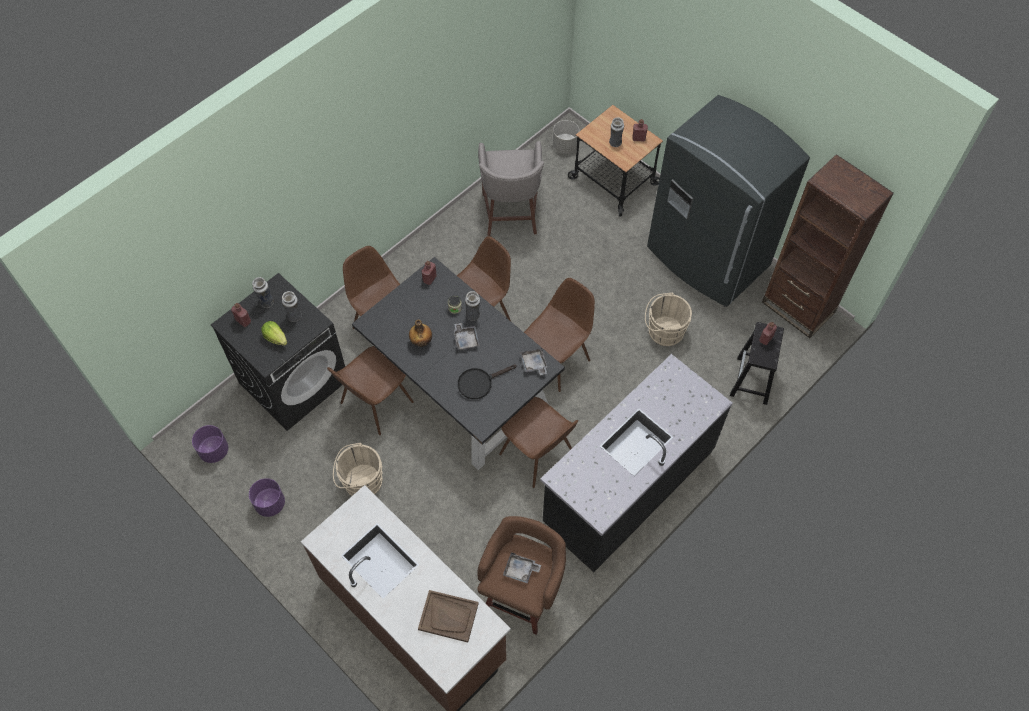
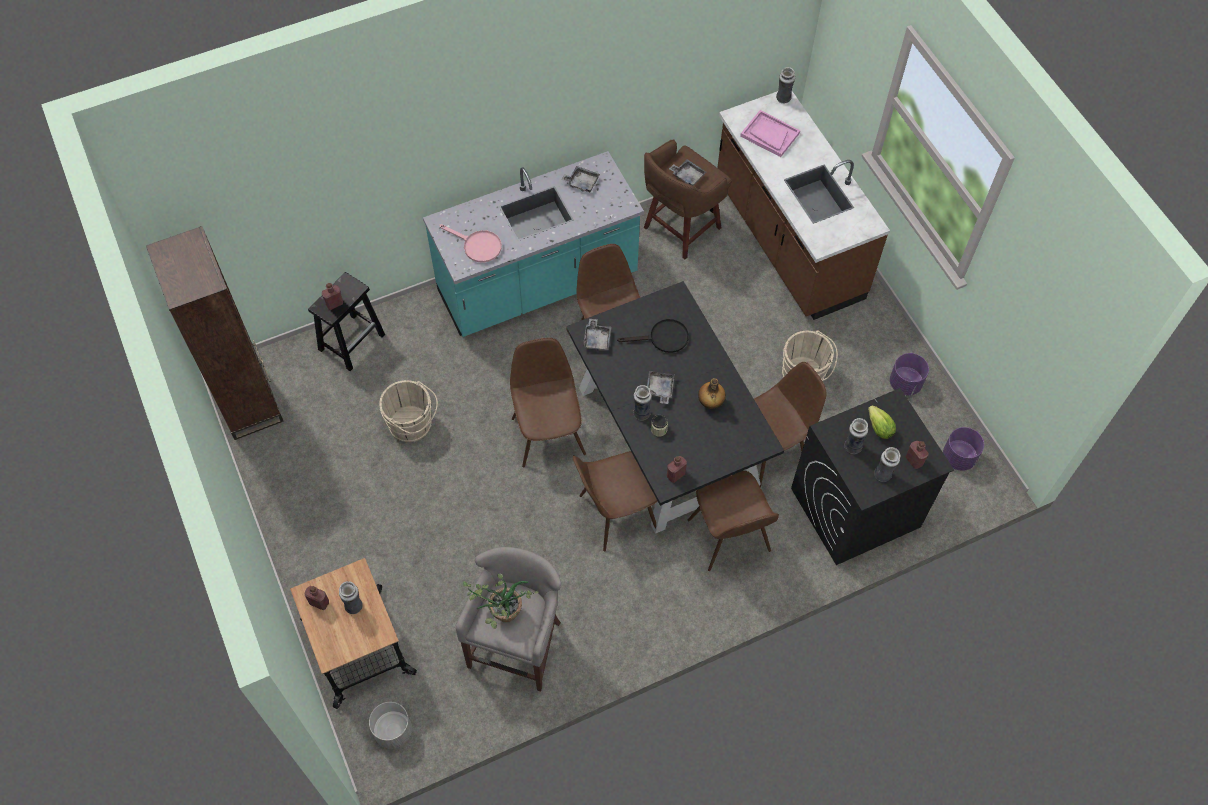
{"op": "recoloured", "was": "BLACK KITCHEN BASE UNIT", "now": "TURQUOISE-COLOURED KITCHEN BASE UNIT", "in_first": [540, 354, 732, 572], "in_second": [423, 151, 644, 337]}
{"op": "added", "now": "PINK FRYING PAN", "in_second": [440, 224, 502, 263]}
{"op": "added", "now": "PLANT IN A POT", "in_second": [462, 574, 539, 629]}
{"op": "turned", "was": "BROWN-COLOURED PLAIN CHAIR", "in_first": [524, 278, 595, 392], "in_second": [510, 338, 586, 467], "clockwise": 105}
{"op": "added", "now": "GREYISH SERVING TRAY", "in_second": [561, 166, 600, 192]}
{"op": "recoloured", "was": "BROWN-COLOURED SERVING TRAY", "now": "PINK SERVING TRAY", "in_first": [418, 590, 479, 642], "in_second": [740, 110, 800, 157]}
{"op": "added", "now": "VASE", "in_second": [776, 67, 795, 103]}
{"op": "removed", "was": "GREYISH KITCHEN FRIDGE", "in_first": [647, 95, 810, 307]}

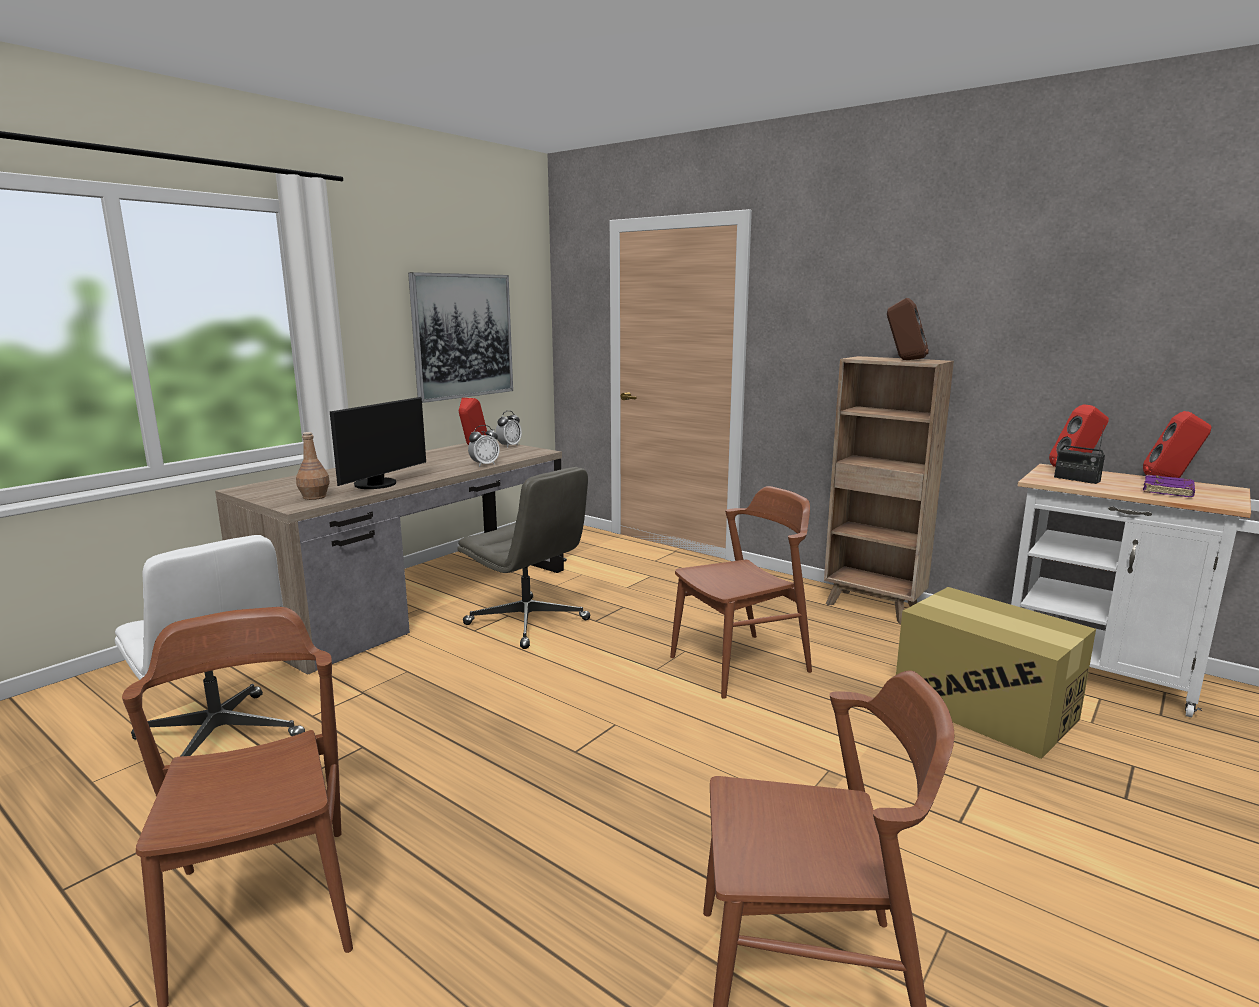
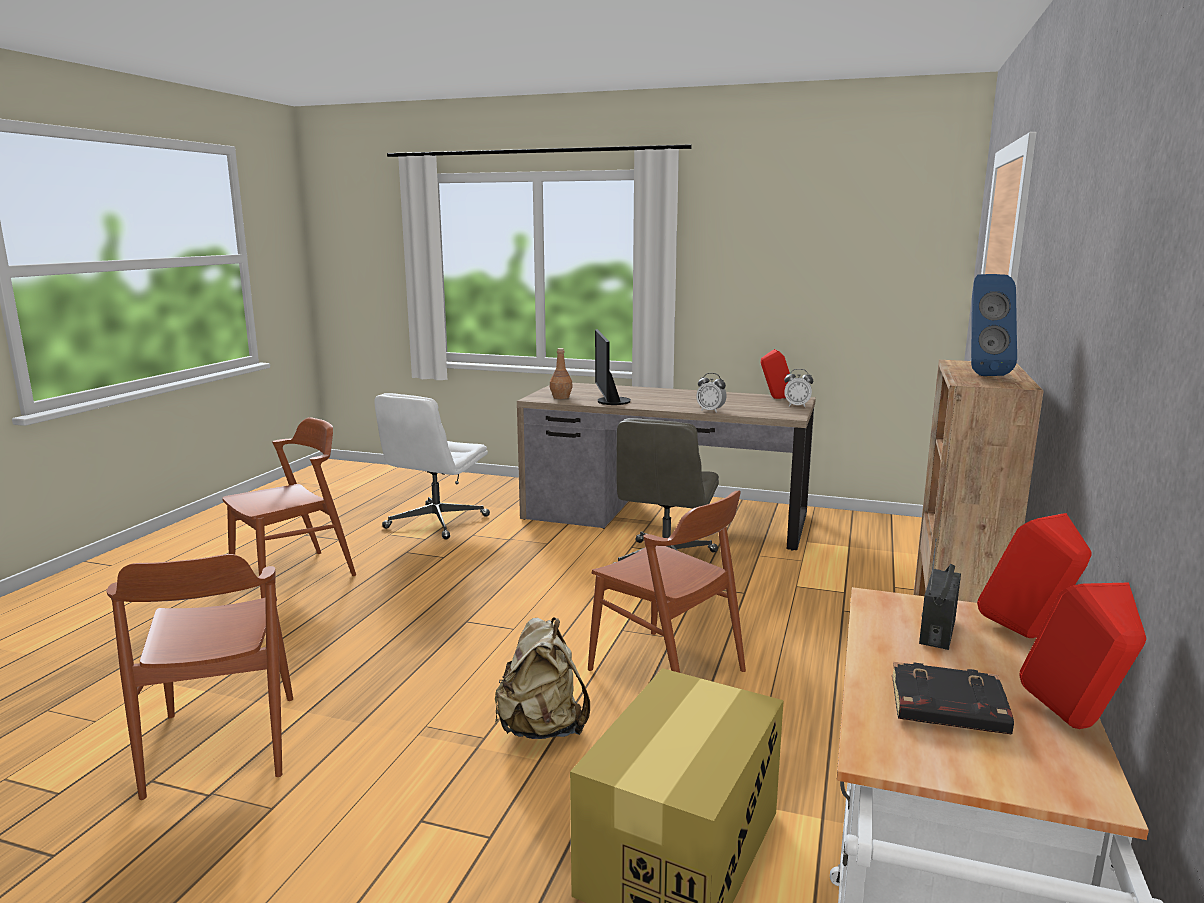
{"op": "added", "now": "SAND-COLOURED RUCKSACK", "in_second": [495, 617, 590, 739]}
{"op": "turned", "was": "COMPUTER SCREEN", "in_first": [330, 397, 426, 489], "in_second": [595, 329, 631, 405], "clockwise": 75}
{"op": "recoloured", "was": "PURPLE-COLOURED BOUND BOOK", "now": "BLACK BOUND BOOK", "in_first": [1143, 475, 1195, 497], "in_second": [892, 662, 1014, 734]}
{"op": "recoloured", "was": "BROWN-COLOURED SPEAKER", "now": "BLUE SPEAKER", "in_first": [887, 298, 929, 360], "in_second": [971, 274, 1017, 376]}
{"op": "removed", "was": "WALL ART", "in_first": [408, 272, 513, 403]}

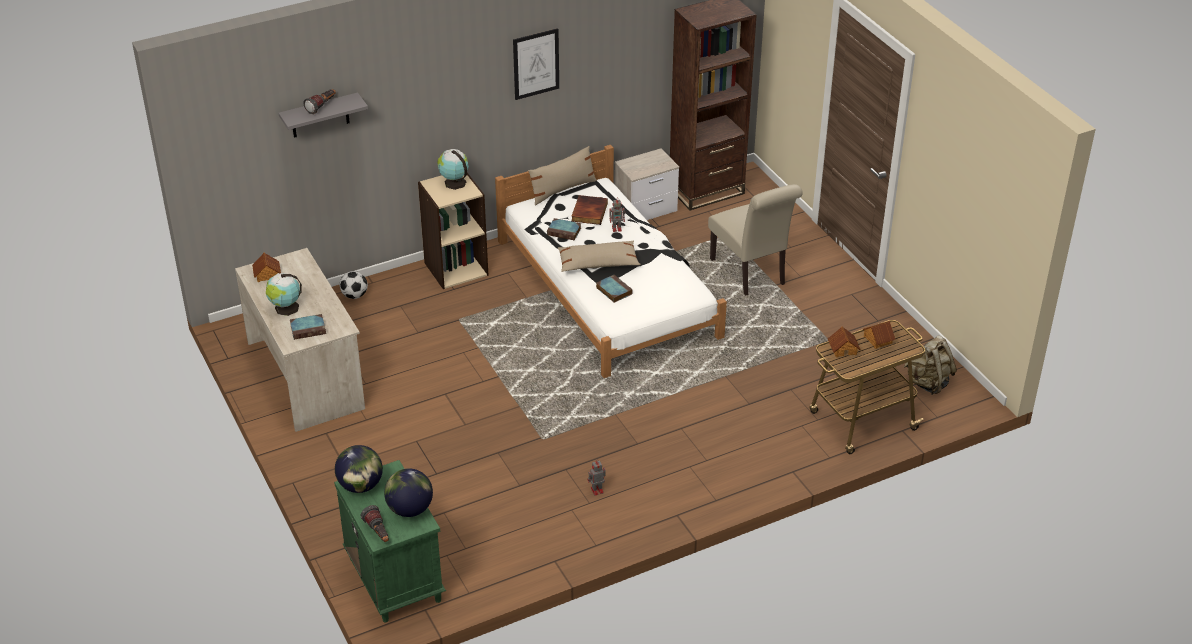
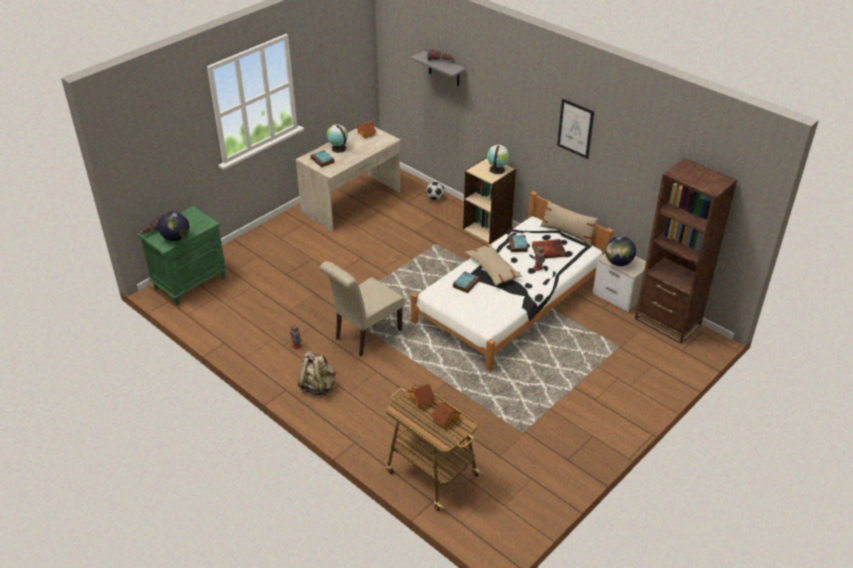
{"op": "moved", "was": "SAND-COLOURED RUCKSACK", "in_first": [904, 336, 957, 395], "in_second": [298, 351, 336, 395]}
{"op": "moved", "was": "SAND-COLOURED PLAIN CHAIR", "in_first": [708, 184, 803, 296], "in_second": [320, 261, 405, 356]}
{"op": "moved", "was": "WORLD GLOBE", "in_first": [335, 445, 383, 493], "in_second": [605, 236, 636, 266]}

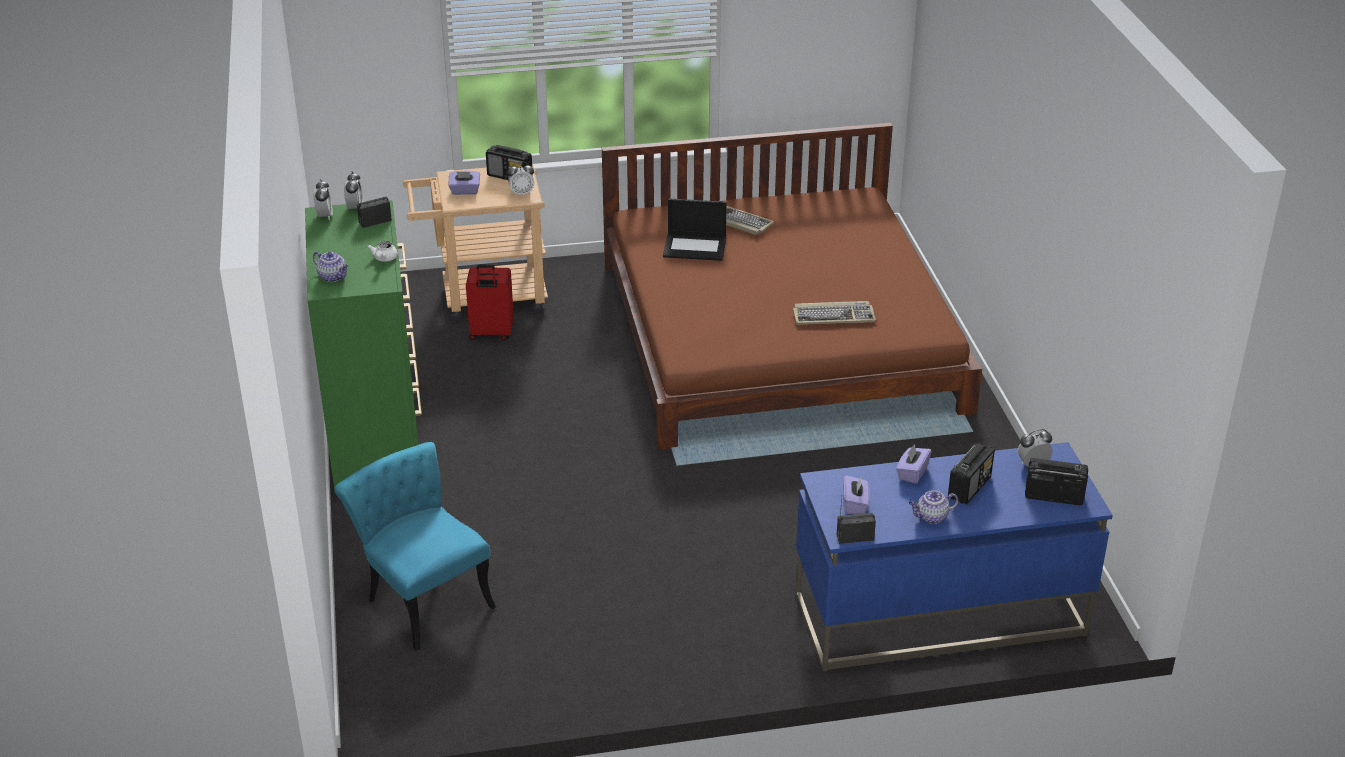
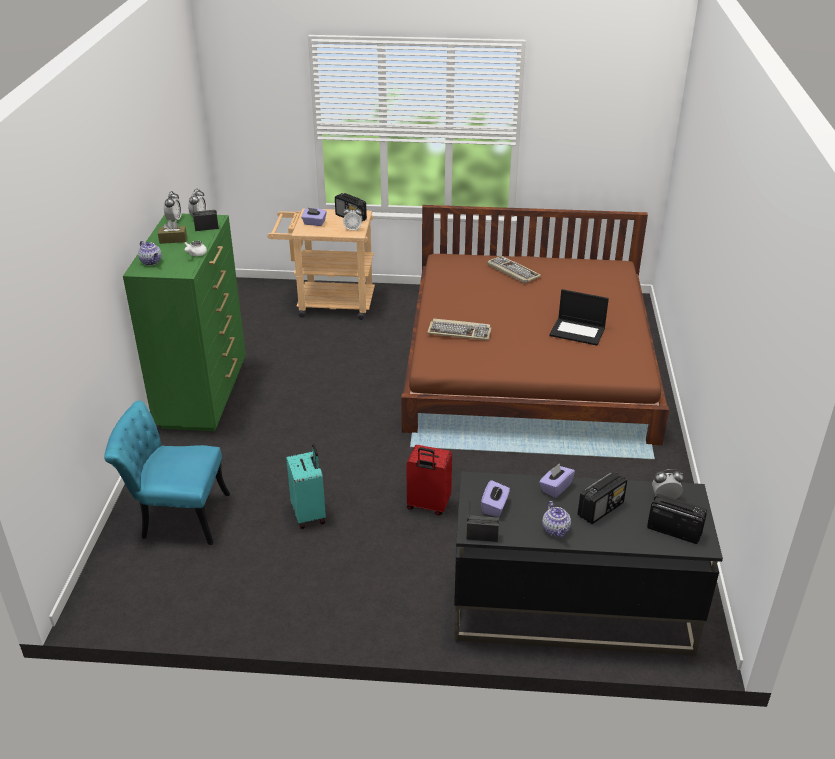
{"op": "turned", "was": "TURQUOISE-COLOURED PLAIN CHAIR", "in_first": [334, 442, 496, 651], "in_second": [104, 400, 230, 545], "clockwise": -60}
{"op": "added", "now": "BROWN-COLOURED BOX OF TISSUES", "in_second": [158, 220, 187, 244]}
{"op": "added", "now": "TURQUOISE-COLOURED TRAVEL CASE", "in_second": [286, 444, 326, 529]}
{"op": "moved", "was": "RED-COLOURED TRAVEL CASE", "in_first": [466, 265, 514, 340], "in_second": [406, 445, 452, 515]}
{"op": "moved", "was": "PC KEYBOARD", "in_first": [793, 301, 876, 325], "in_second": [427, 319, 491, 340]}
{"op": "recoloured", "was": "BLUE DESK TABLE", "now": "BLACK DESK TABLE", "in_first": [795, 442, 1113, 671], "in_second": [454, 471, 723, 656]}
{"op": "turned", "was": "TEAPOT", "in_first": [909, 490, 959, 524], "in_second": [542, 501, 571, 538], "clockwise": -105}
{"op": "moved", "was": "PORTABLE COMPUTER", "in_first": [663, 199, 727, 261], "in_second": [550, 289, 609, 346]}

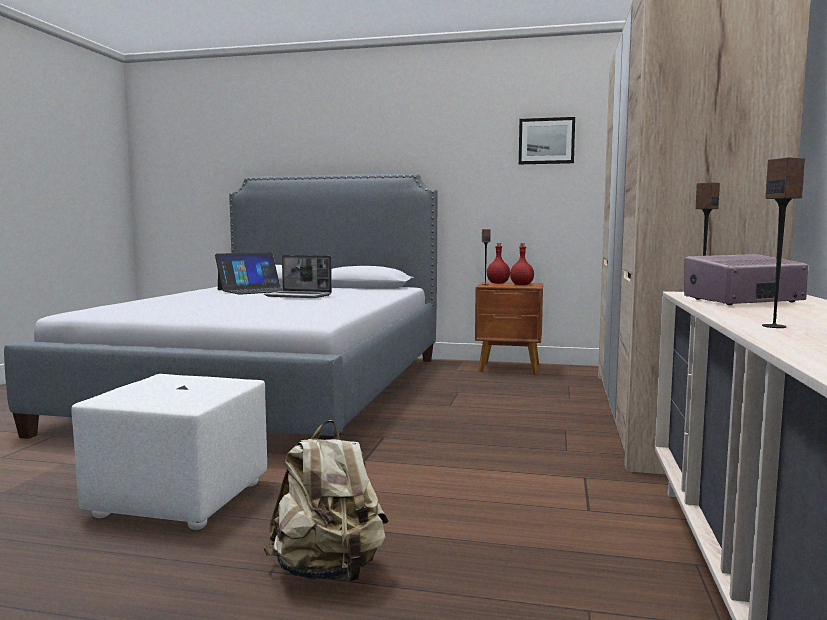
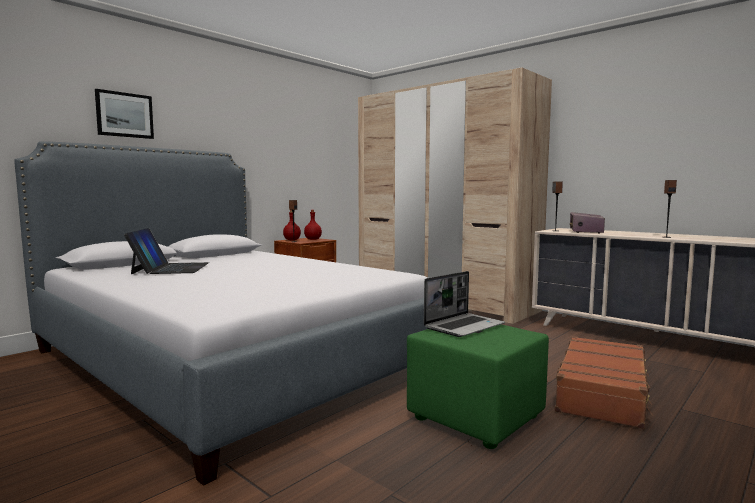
{"op": "moved", "was": "WALL ART", "in_first": [519, 117, 575, 164], "in_second": [95, 89, 154, 139]}
{"op": "recoloured", "was": "WHITISH POUFFE", "now": "GREENISH POUFFE", "in_first": [72, 374, 267, 530], "in_second": [407, 325, 549, 449]}
{"op": "moved", "was": "PORTABLE COMPUTER", "in_first": [264, 255, 332, 298], "in_second": [424, 271, 505, 337]}
{"op": "replaced", "was": "SAND-COLOURED RUCKSACK", "now": "BROWN-COLOURED TRAVEL CASE", "in_first": [264, 420, 388, 582], "in_second": [555, 336, 653, 429]}

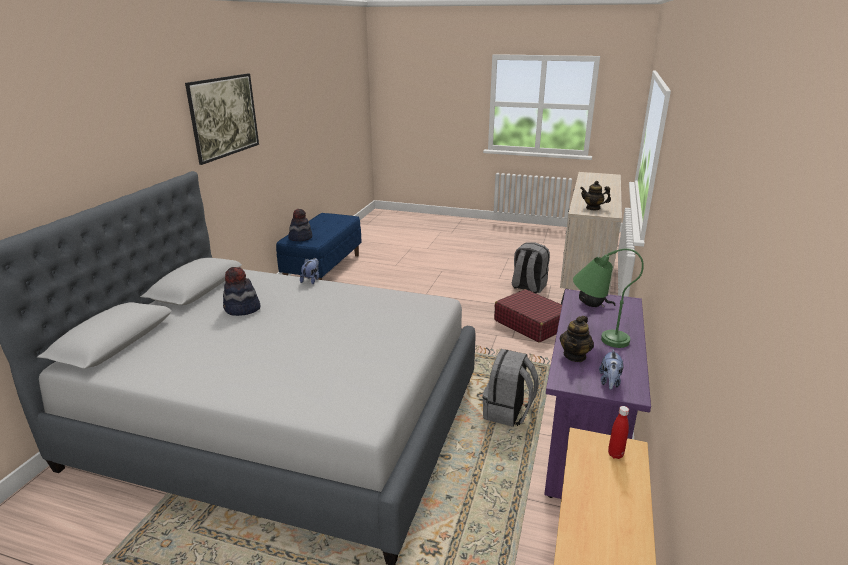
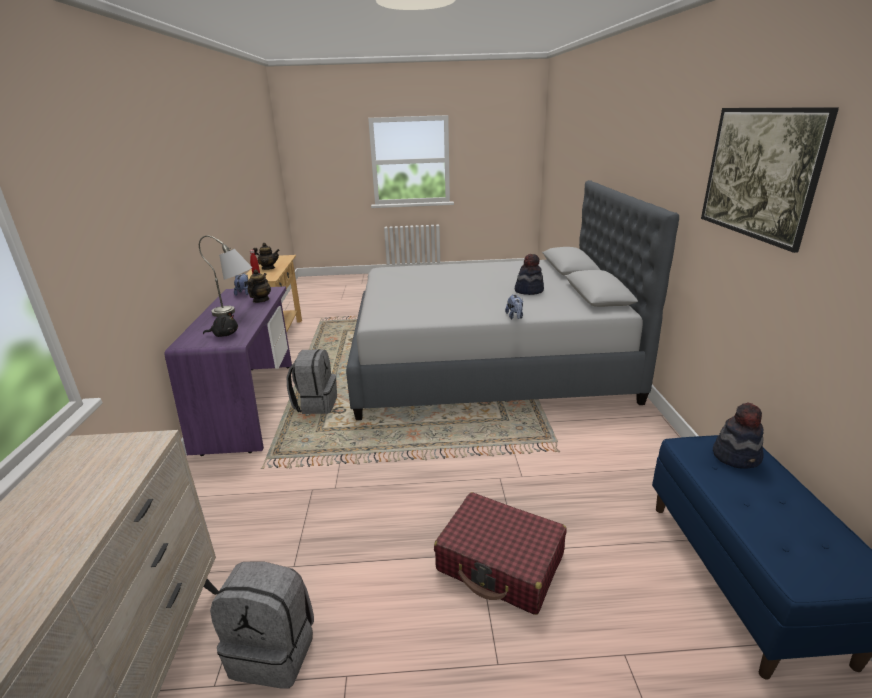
{"op": "recoloured", "was": "GREENISH LAMP FOR A TABLE", "now": "GREYISH LAMP FOR A TABLE", "in_first": [573, 248, 644, 348], "in_second": [199, 236, 253, 317]}
{"op": "moved", "was": "TEAPOT", "in_first": [581, 181, 611, 210], "in_second": [252, 243, 280, 270]}
{"op": "moved", "was": "RED-COLOURED TRAVEL CASE", "in_first": [494, 289, 562, 343], "in_second": [434, 492, 567, 615]}

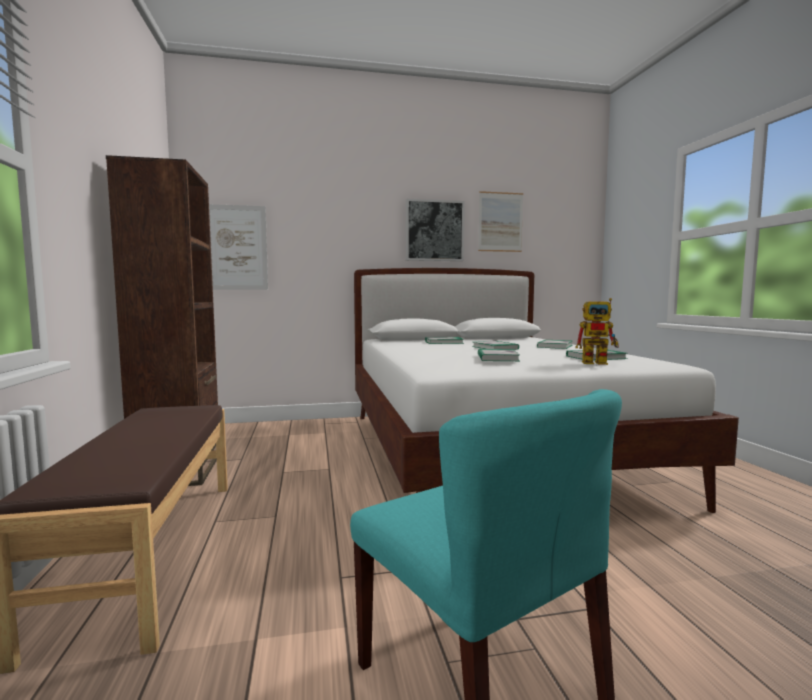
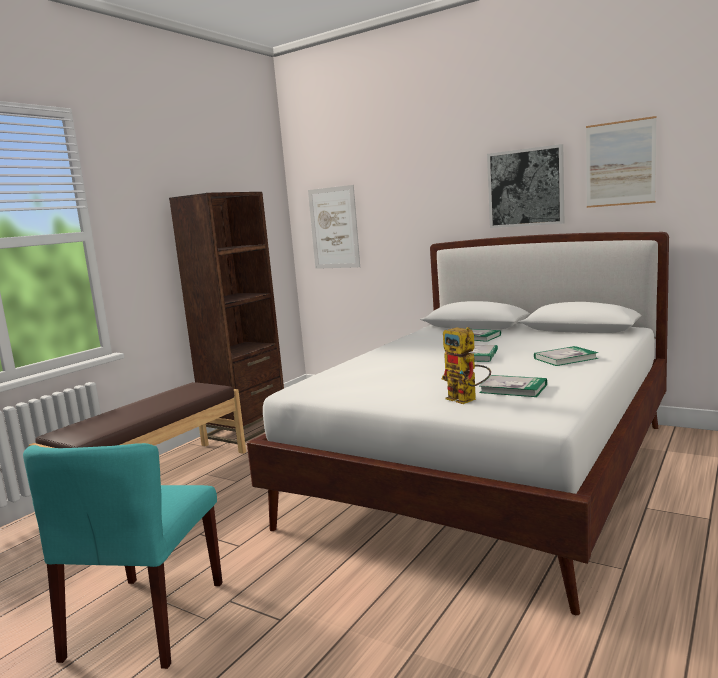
{"op": "removed", "was": "BOUND BOOK", "in_first": [478, 349, 520, 361]}

